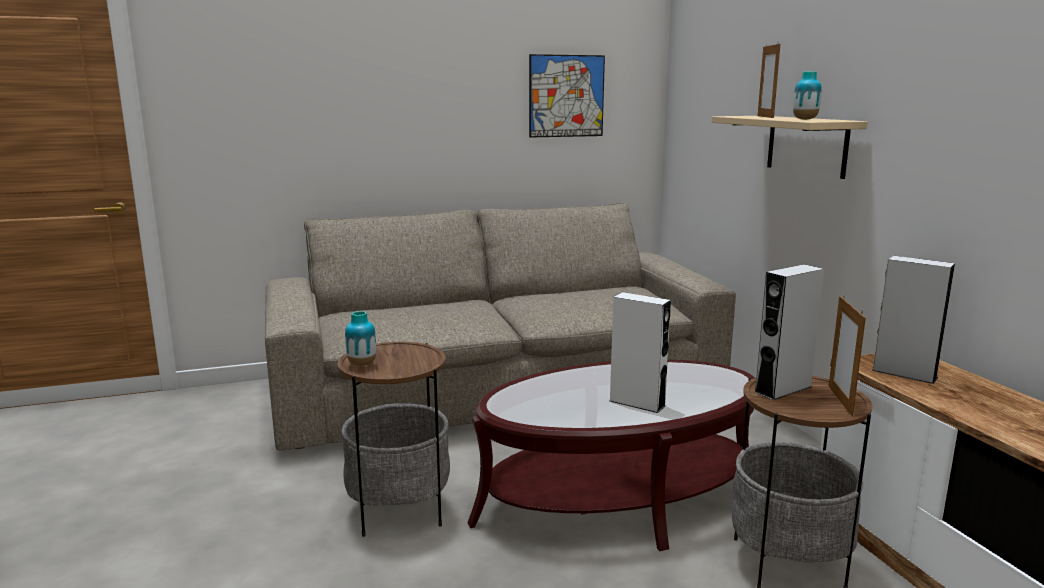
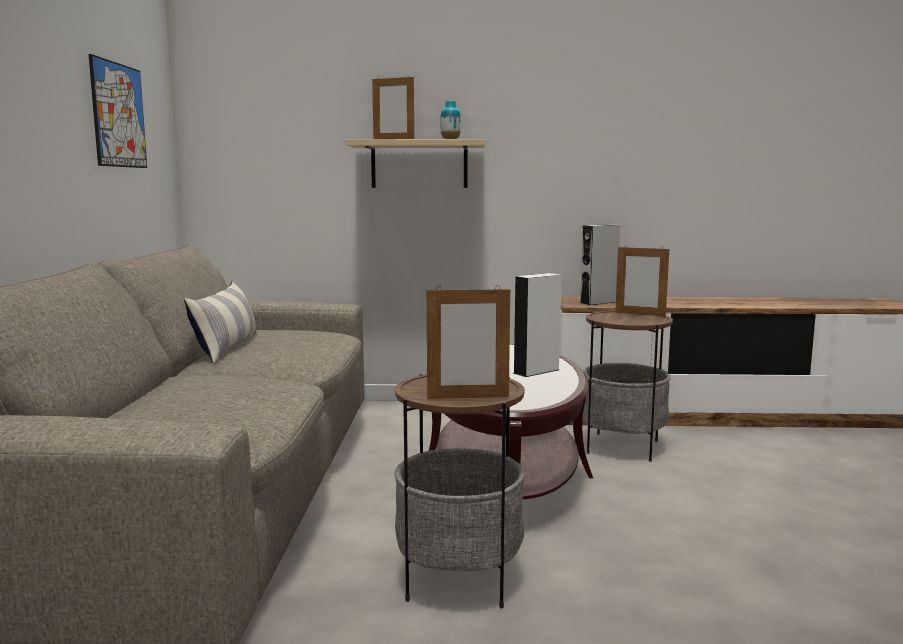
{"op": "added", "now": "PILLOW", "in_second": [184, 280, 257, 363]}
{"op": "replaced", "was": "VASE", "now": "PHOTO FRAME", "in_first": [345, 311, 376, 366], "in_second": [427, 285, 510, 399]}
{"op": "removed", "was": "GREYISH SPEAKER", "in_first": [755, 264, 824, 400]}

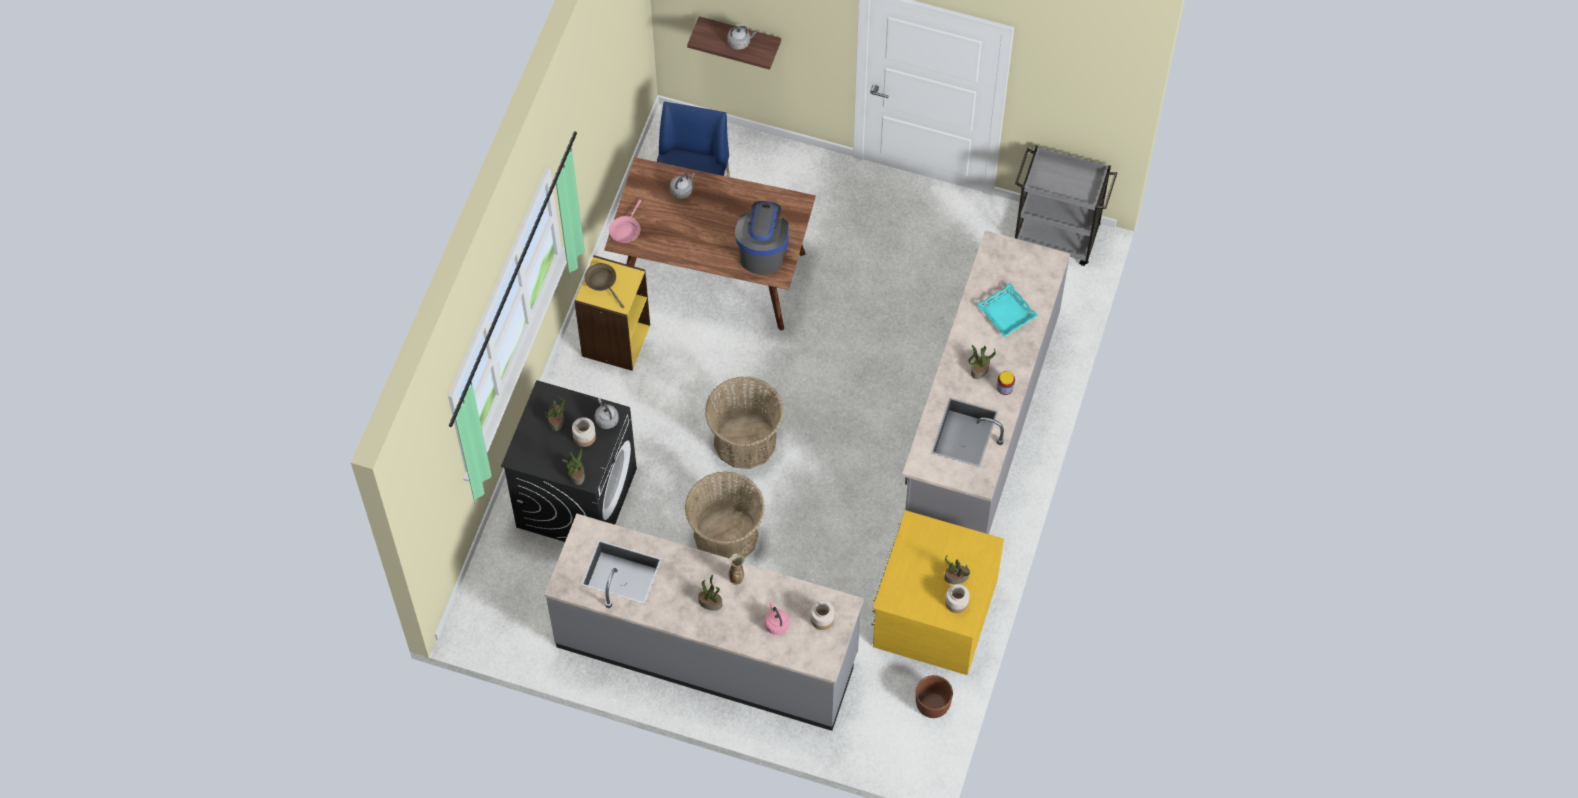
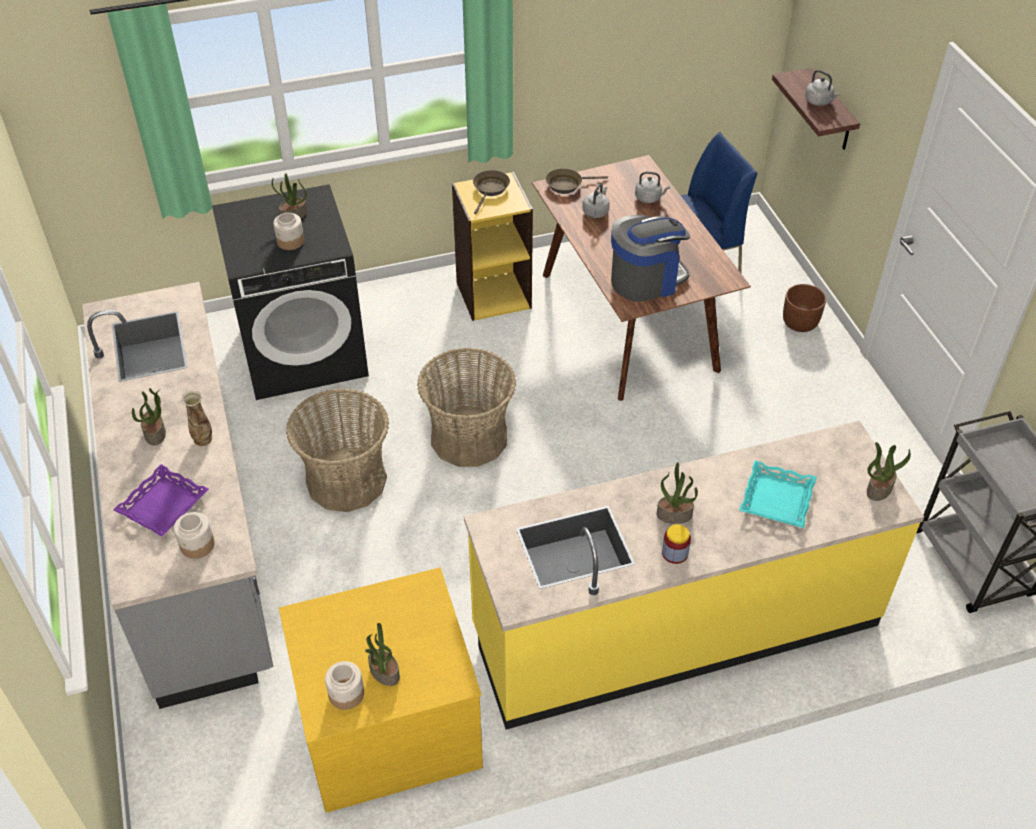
{"op": "replaced", "was": "PINK TEA KETTLE", "now": "PURPLE-COLOURED SERVING TRAY", "in_first": [765, 602, 789, 635], "in_second": [114, 464, 209, 537]}
{"op": "recoloured", "was": "GREYISH KITCHEN BASE UNIT", "now": "YELLOW-COLOURED KITCHEN BASE UNIT", "in_first": [902, 230, 1070, 534], "in_second": [464, 421, 924, 730]}
{"op": "recoloured", "was": "PINK FRYING PAN", "now": "BROWN-COLOURED FRYING PAN", "in_first": [609, 200, 641, 243], "in_second": [546, 169, 608, 194]}
{"op": "moved", "was": "GREYISH TEA KETTLE", "in_first": [595, 398, 619, 429], "in_second": [583, 183, 610, 218]}
{"op": "moved", "was": "BROWN-COLOURED FLOWER POT", "in_first": [916, 675, 953, 718], "in_second": [783, 284, 826, 332]}
{"op": "moved", "was": "PLANT IN A POT", "in_first": [562, 447, 585, 485], "in_second": [867, 442, 911, 501]}

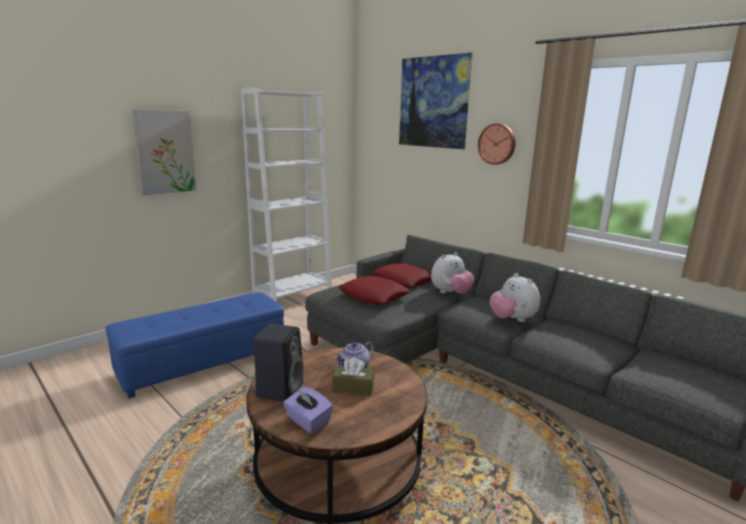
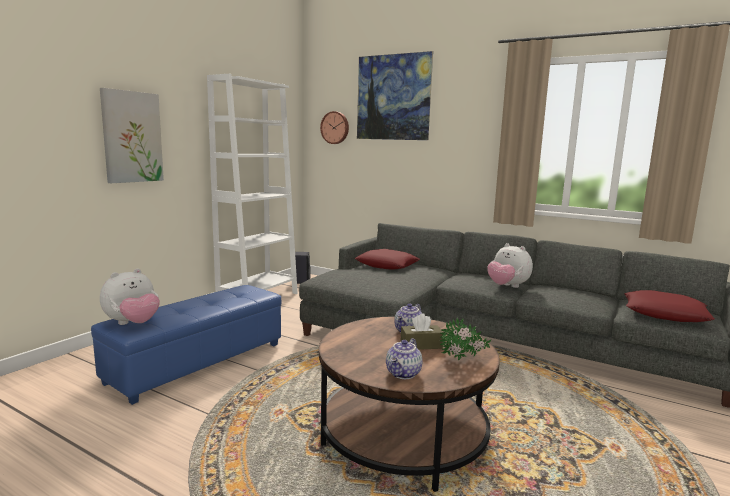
{"op": "moved", "was": "CUDDLY TOY", "in_first": [431, 252, 474, 294], "in_second": [100, 268, 160, 325]}
{"op": "moved", "was": "BLACK SPEAKER", "in_first": [254, 323, 304, 402], "in_second": [295, 252, 311, 284]}
{"op": "moved", "was": "CLOCK ON THE WALL", "in_first": [478, 124, 516, 165], "in_second": [320, 111, 349, 144]}
{"op": "replaced", "was": "PURPLE-COLOURED BOX OF TISSUES", "now": "TEAPOT", "in_first": [283, 387, 333, 434], "in_second": [386, 338, 422, 379]}
{"op": "added", "now": "PLANT IN A POT", "in_second": [440, 318, 491, 361]}
{"op": "moved", "was": "RED-COLOURED PILLOW", "in_first": [338, 276, 411, 304], "in_second": [624, 290, 715, 322]}

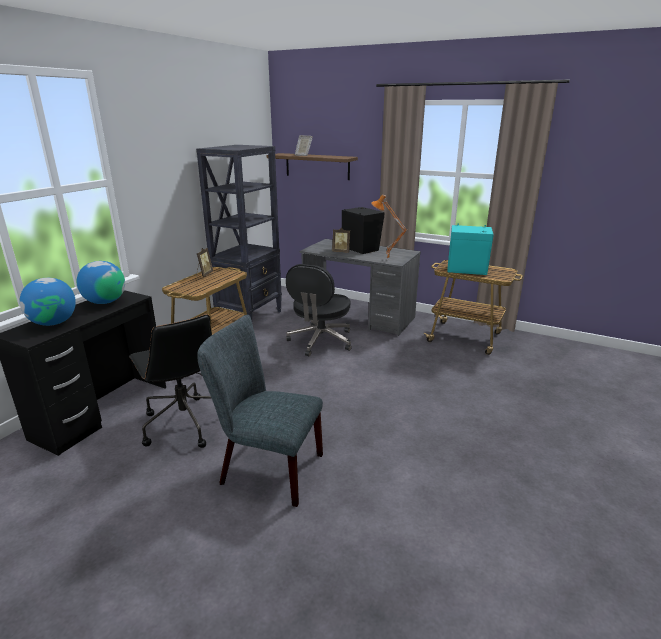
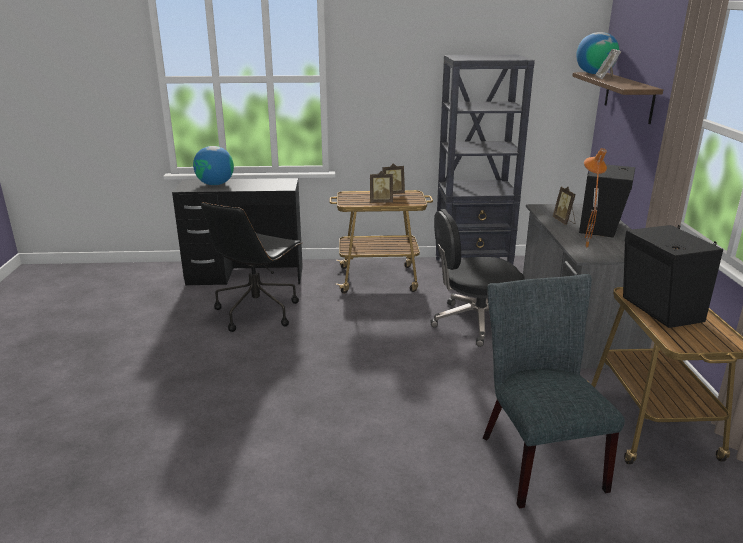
{"op": "added", "now": "PHOTO FRAME", "in_second": [370, 171, 393, 203]}
{"op": "moved", "was": "GREYISH PLAIN CHAIR", "in_first": [197, 315, 323, 507], "in_second": [483, 274, 625, 509]}
{"op": "moved", "was": "WORLD GLOBE", "in_first": [77, 261, 125, 304], "in_second": [576, 32, 619, 74]}
{"op": "recoloured", "was": "TURQUOISE-COLOURED SPEAKER", "now": "BLACK SPEAKER", "in_first": [447, 224, 494, 275], "in_second": [623, 225, 723, 328]}

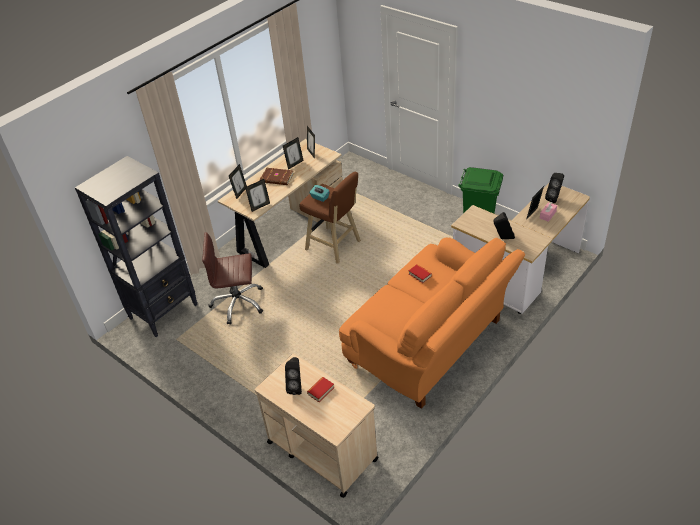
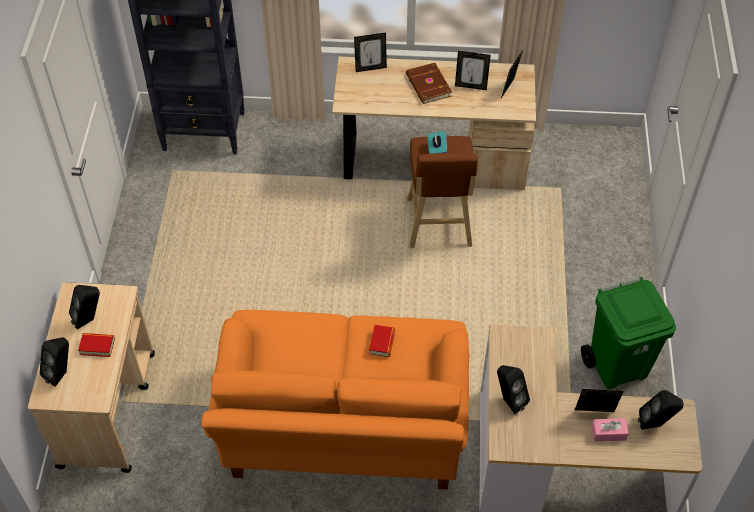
{"op": "added", "now": "BLACK SPEAKER", "in_second": [40, 337, 69, 387]}
{"op": "removed", "was": "BROWN-COLOURED OFFICE CHAIR", "in_first": [202, 232, 263, 325]}
{"op": "removed", "was": "PHOTO FRAME", "in_first": [245, 179, 270, 212]}

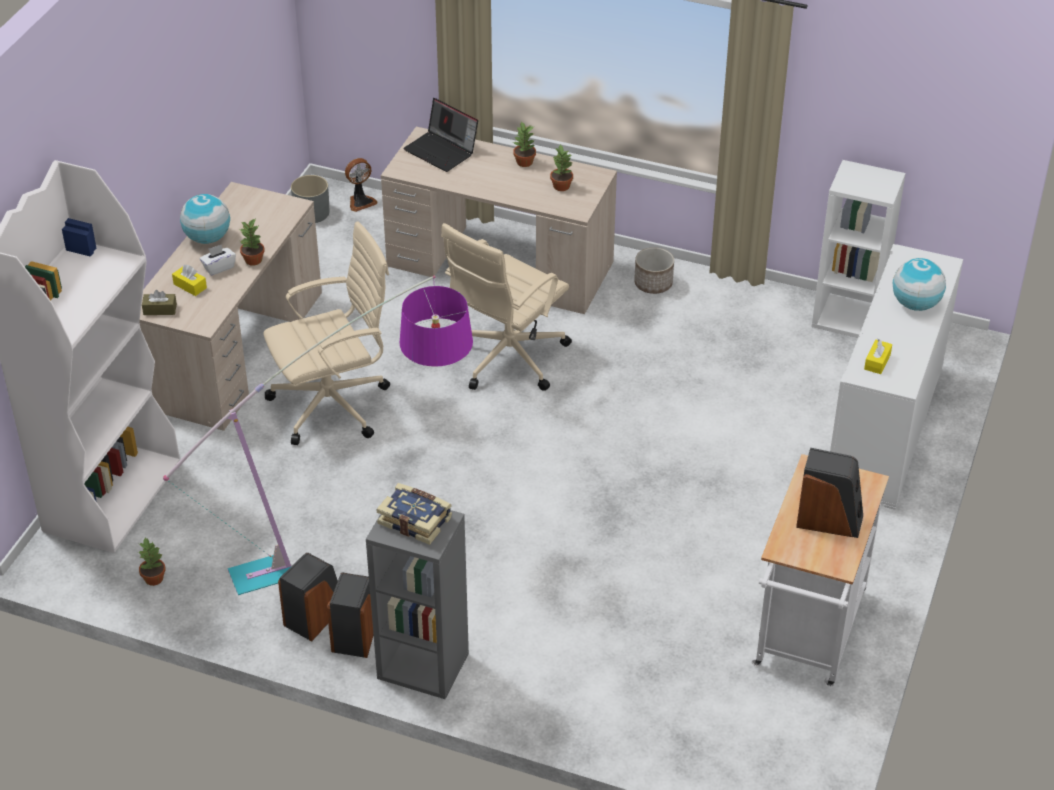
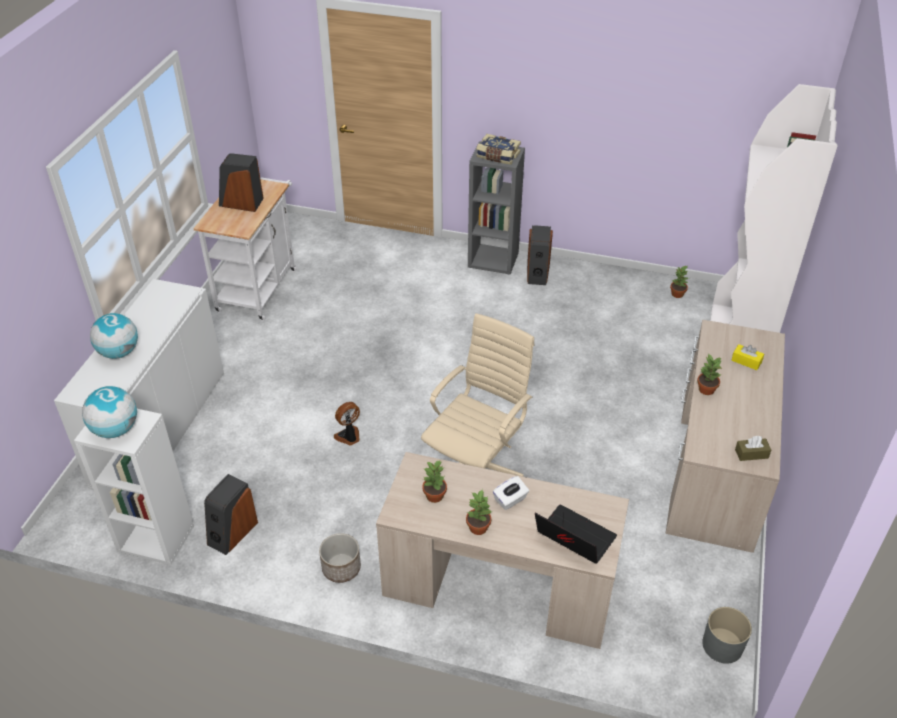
{"op": "moved", "was": "WORLD GLOBE", "in_first": [180, 194, 230, 244], "in_second": [82, 386, 137, 438]}
{"op": "moved", "was": "SPEAKER", "in_first": [278, 553, 338, 641], "in_second": [204, 474, 258, 555]}
{"op": "moved", "was": "FAN", "in_first": [345, 158, 377, 212], "in_second": [334, 402, 360, 445]}
{"op": "moved", "was": "WHITISH BOX OF TISSUES", "in_first": [200, 244, 236, 276], "in_second": [493, 476, 529, 510]}
{"op": "moved", "was": "BROWN-COLOURED BOX OF TISSUES", "in_first": [142, 290, 177, 315], "in_second": [735, 436, 771, 461]}
{"op": "removed", "was": "STANDARD LAMP", "in_first": [163, 275, 473, 595]}
{"op": "removed", "was": "SAND-COLOURED OFFICE CHAIR", "in_first": [263, 221, 390, 445]}
{"op": "removed", "was": "YELLOW-COLOURED BOX OF TISSUES", "in_first": [864, 339, 892, 374]}

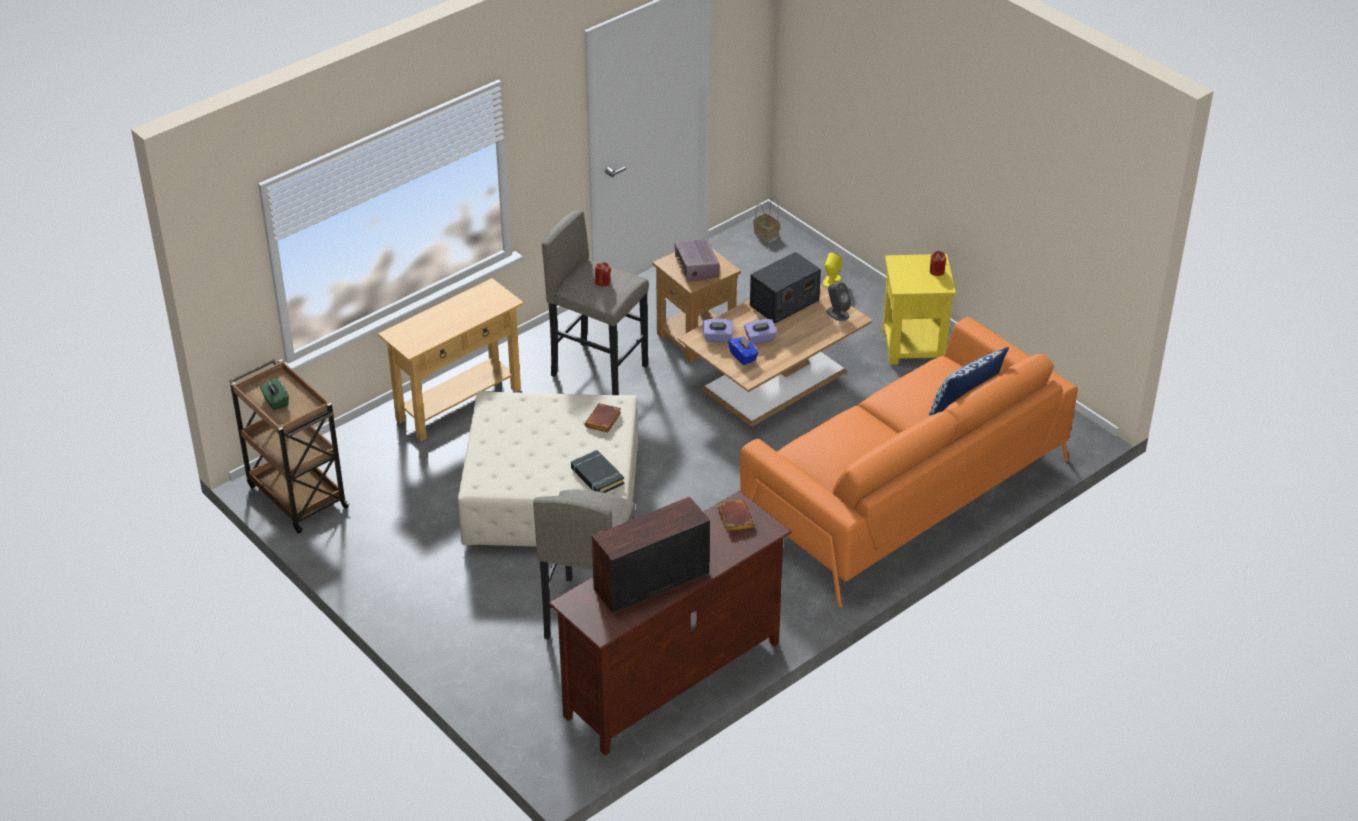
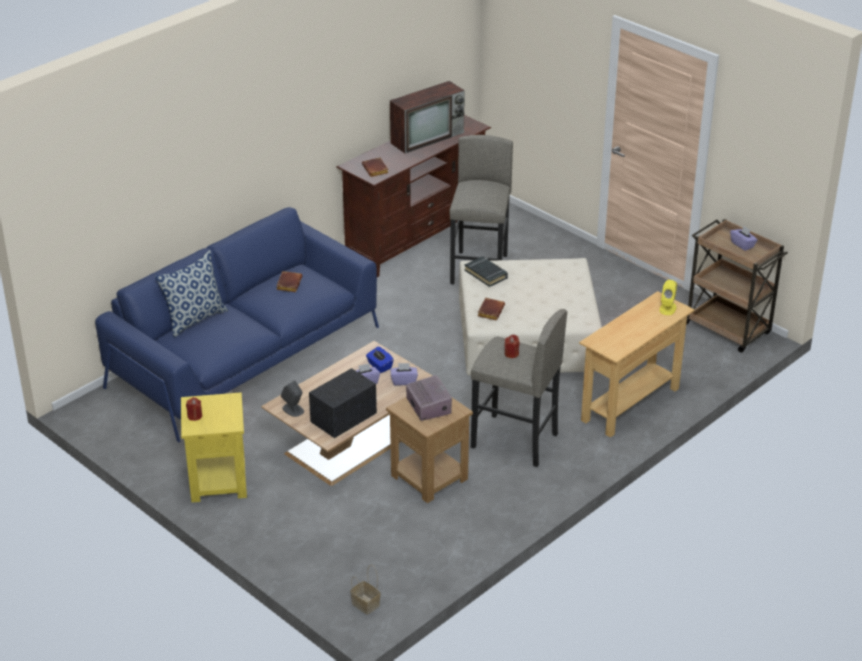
{"op": "recoloured", "was": "ORANGE SOFA", "now": "BLUE SOFA", "in_first": [740, 317, 1078, 607], "in_second": [95, 207, 379, 442]}
{"op": "added", "now": "BROWN-COLOURED BOUND BOOK", "in_second": [276, 271, 302, 292]}
{"op": "moved", "was": "YELLOW-COLOURED SPEAKER", "in_first": [823, 253, 843, 288], "in_second": [660, 280, 677, 315]}
{"op": "recoloured", "was": "GREENISH BOX OF TISSUES", "now": "PURPLE-COLOURED BOX OF TISSUES", "in_first": [260, 377, 289, 410], "in_second": [730, 226, 758, 251]}

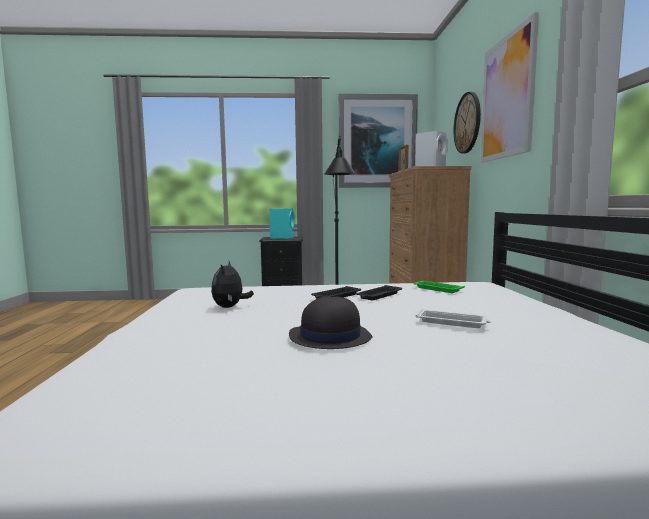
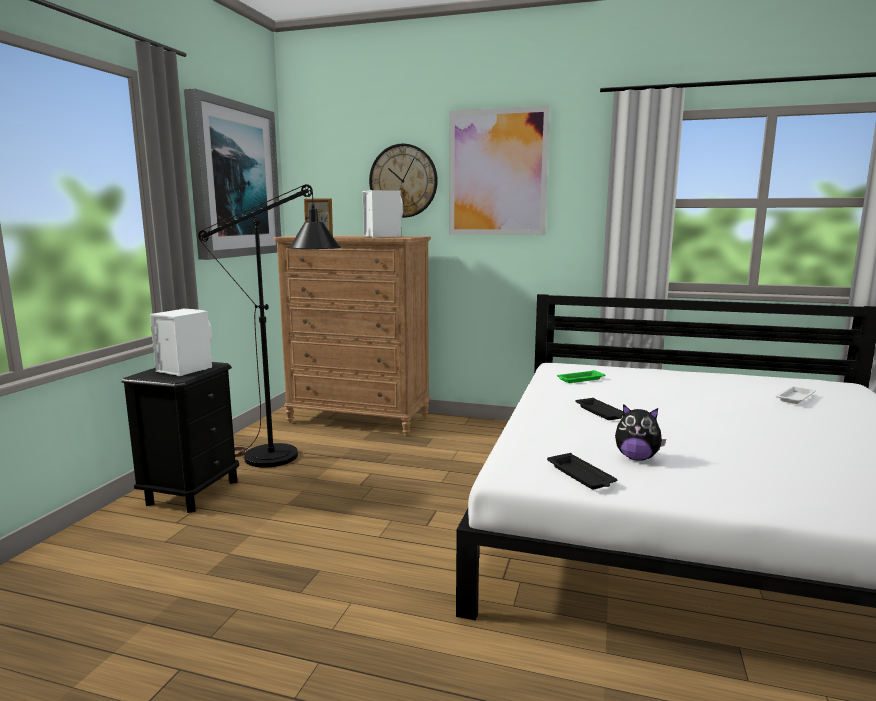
{"op": "recoloured", "was": "TURQUOISE-COLOURED SPEAKER", "now": "WHITISH SPEAKER", "in_first": [269, 208, 295, 239], "in_second": [150, 309, 212, 376]}
{"op": "moved", "was": "BLACK SERVING TRAY", "in_first": [356, 285, 402, 301], "in_second": [547, 453, 617, 489]}
{"op": "moved", "was": "WHITISH SERVING TRAY", "in_first": [415, 309, 491, 328], "in_second": [776, 386, 816, 404]}
{"op": "removed", "was": "BLACK CLOTHING HAT", "in_first": [289, 295, 372, 349]}

